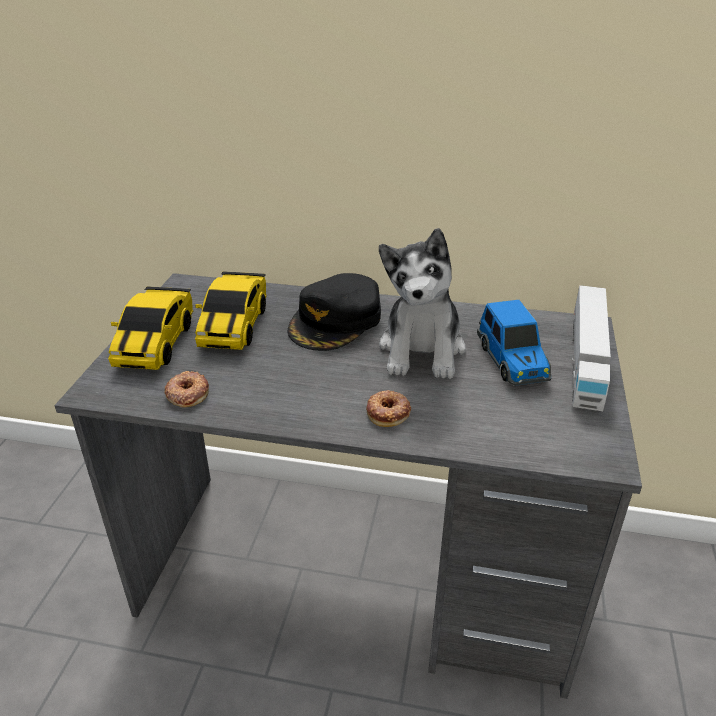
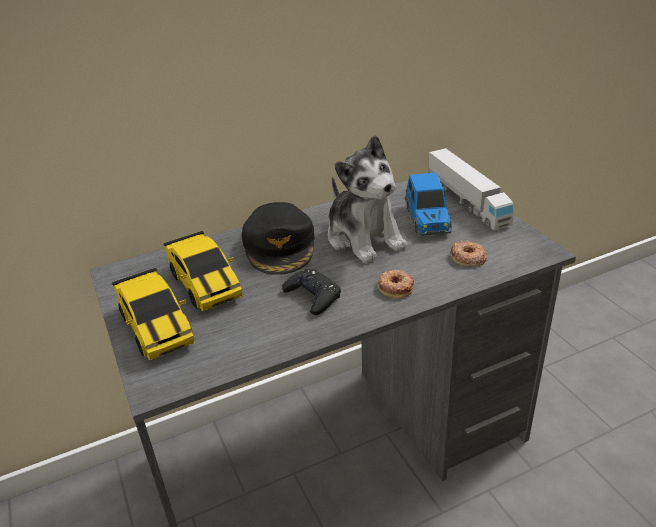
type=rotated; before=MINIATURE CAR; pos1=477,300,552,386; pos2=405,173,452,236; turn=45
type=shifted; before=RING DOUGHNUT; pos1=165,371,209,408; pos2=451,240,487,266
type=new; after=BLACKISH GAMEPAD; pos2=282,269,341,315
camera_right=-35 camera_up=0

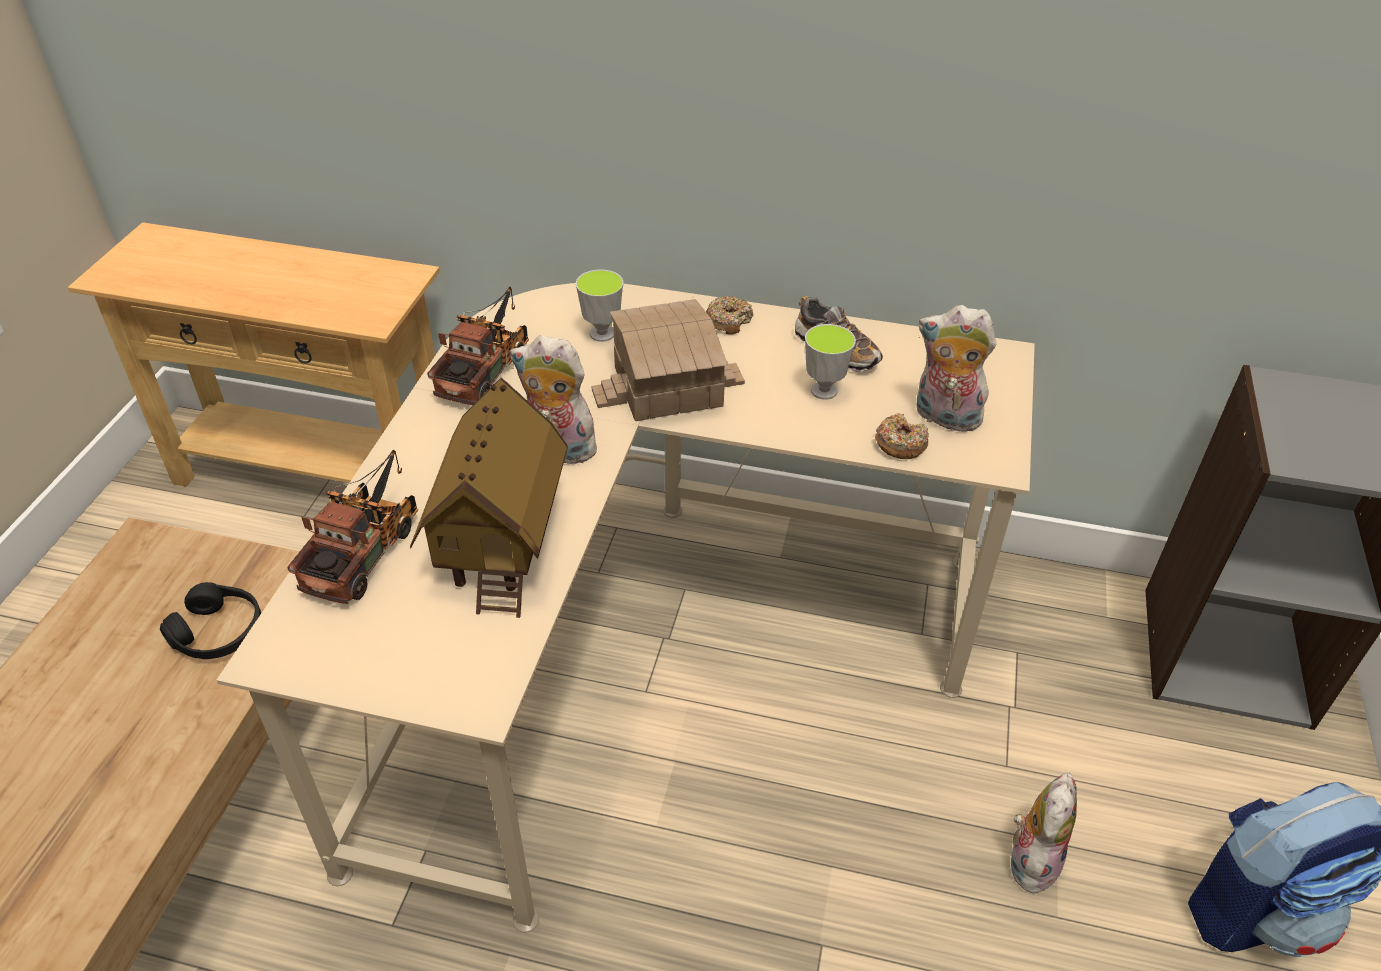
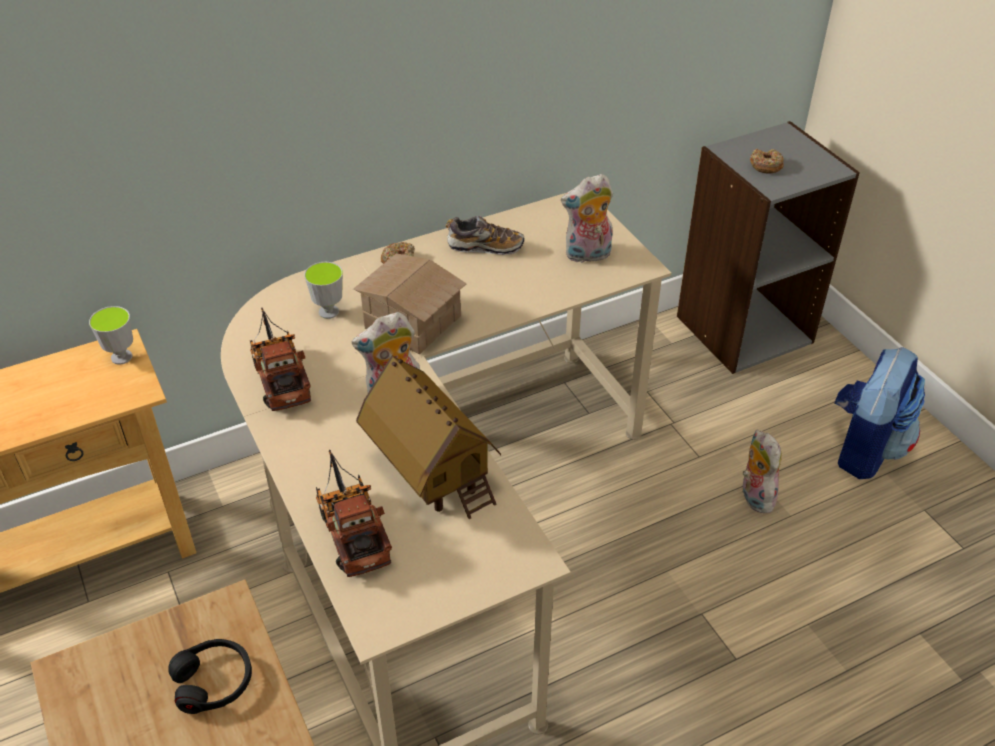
type=shifted; before=CUP; pos1=805,324,856,400; pos2=89,306,133,364
type=shifted; before=RING DOUGHNUT; pos1=875,413,929,459; pos2=750,149,784,174
camera_right=-40 camera_up=0

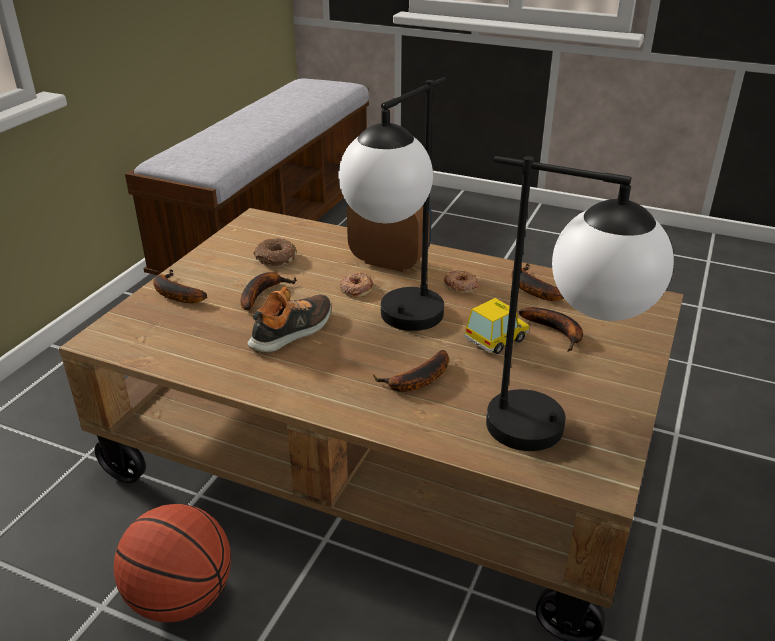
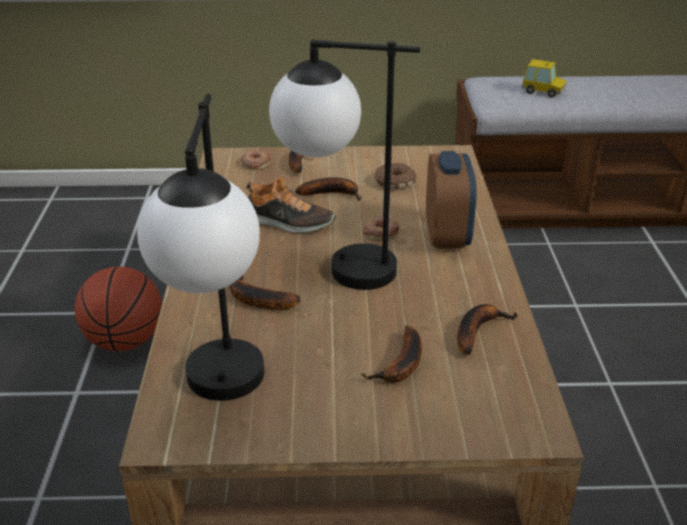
type=shifted; before=RING DOUGHNUT; pos1=444,270,479,293; pos2=241,149,270,170
type=shifted; before=MINIATURE CAR; pos1=464,298,529,354; pos2=521,59,567,97
camera_right=65 camera_up=0

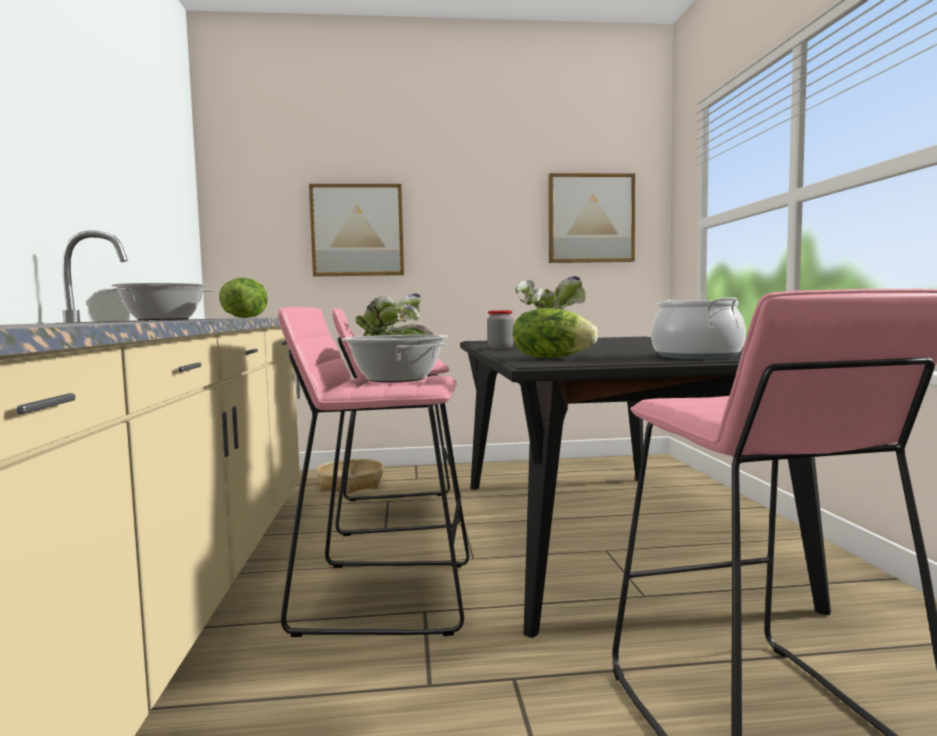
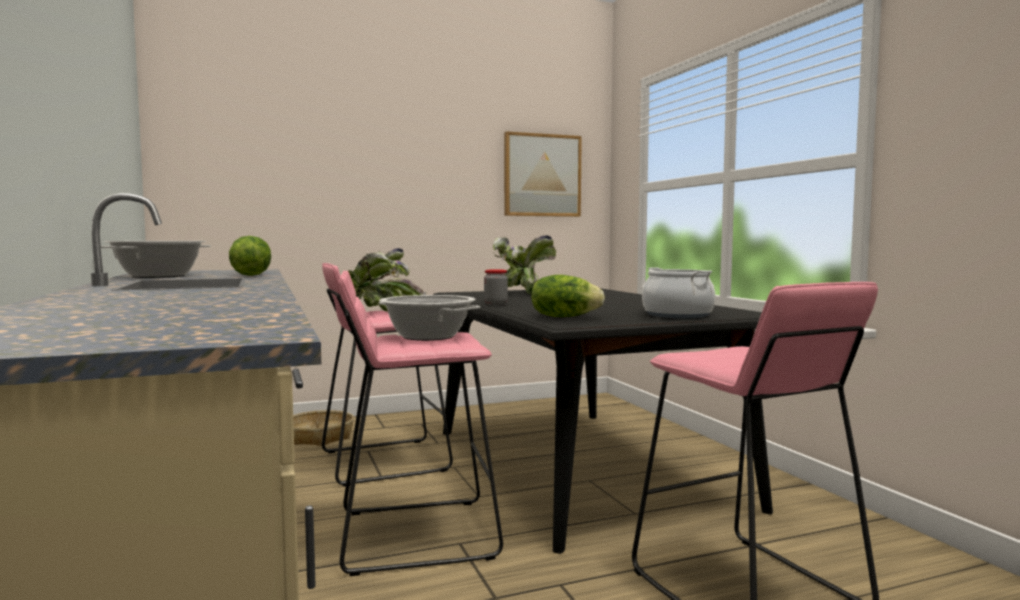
type=gone; before=PICTURE; pos1=309,184,404,276
camera_right=-15 camera_up=0

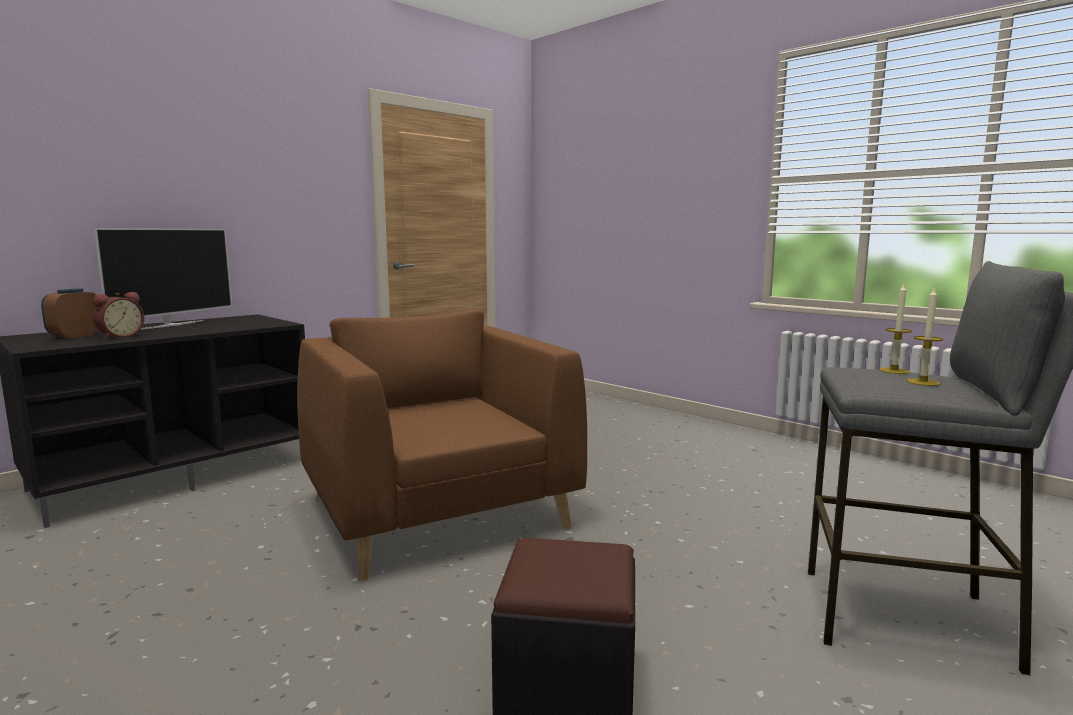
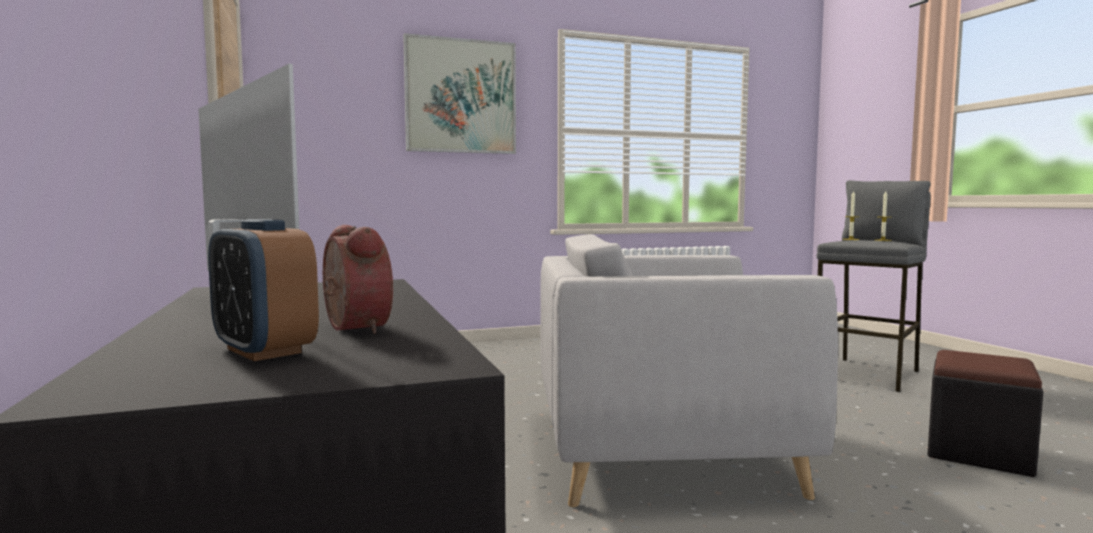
type=repainted; before=BROWN-COLOURED LOUNGE CHAIR; after=GRAY LOUNGE CHAIR; pos1=297,310,587,581; pos2=541,234,838,507
type=new; after=PICTURE; pos2=403,33,516,154
camera_right=-65 camera_up=-5

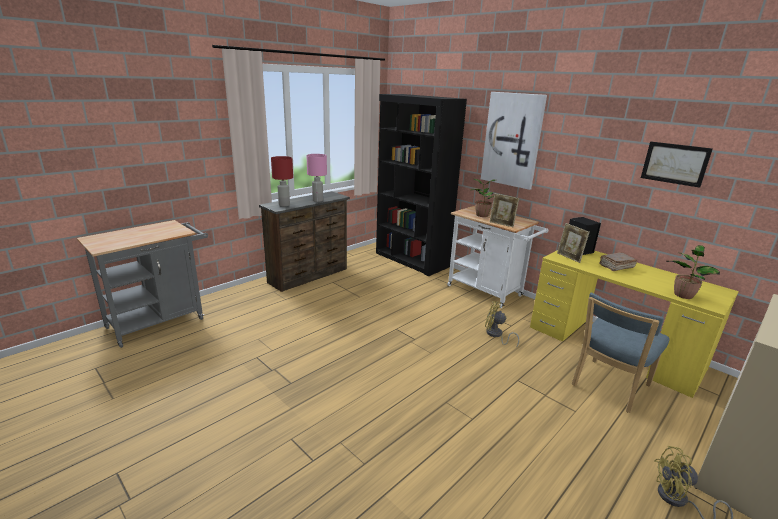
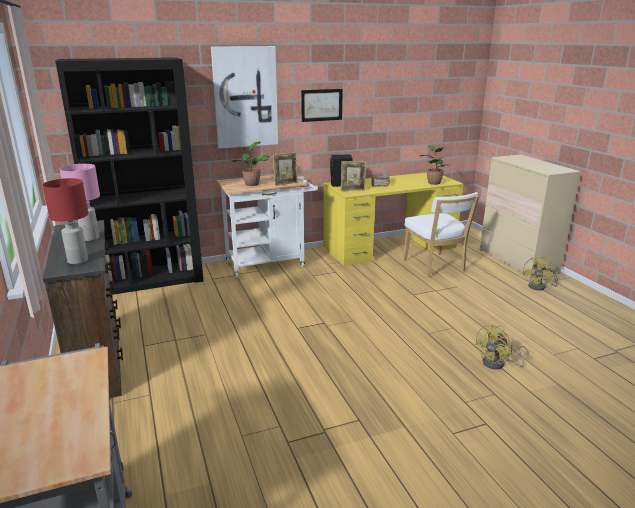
type=shifted; before=PICTURE; pos1=641,141,713,188; pos2=301,89,343,122
type=repainted; before=BLUE CHAIR; after=WHITE CHAIR; pos1=572,293,670,413; pos2=403,192,479,277
type=shifted; before=YELLOW-COLOURED COOLING FAN; pos1=485,301,519,347; pos2=474,325,529,369
camera_right=-65 camera_up=0

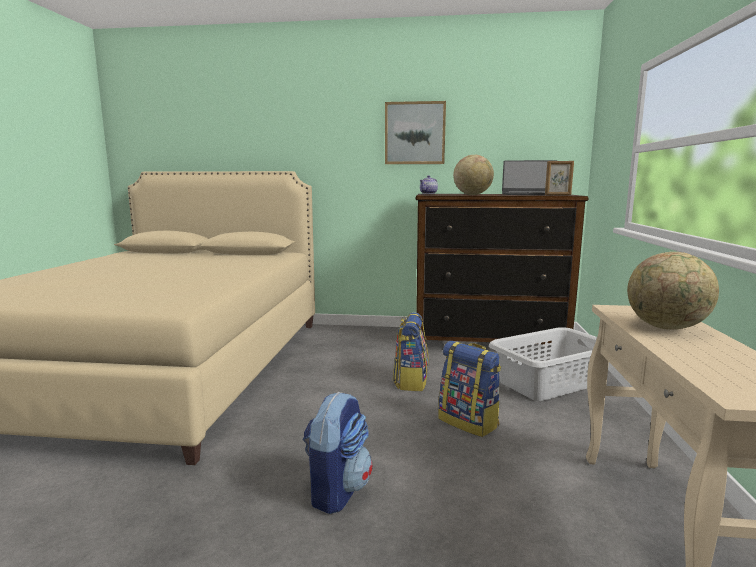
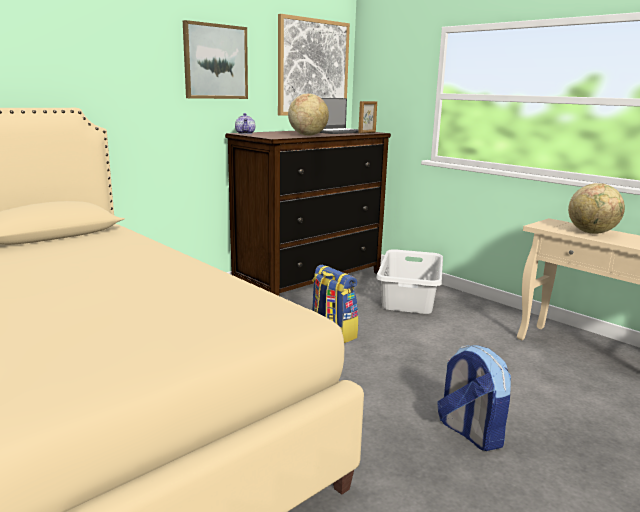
type=gone; before=RUCKSACK; pos1=438,341,501,437
type=new; after=PICTURE; pos2=278,14,350,116
camera_right=-50 camera_up=5

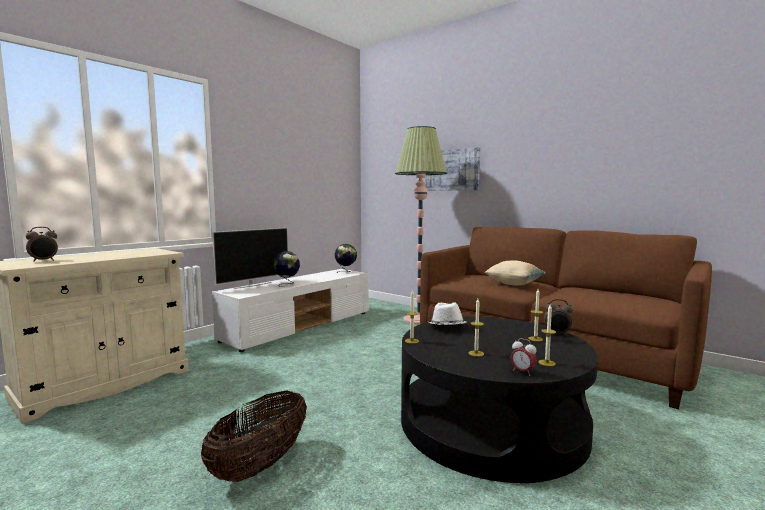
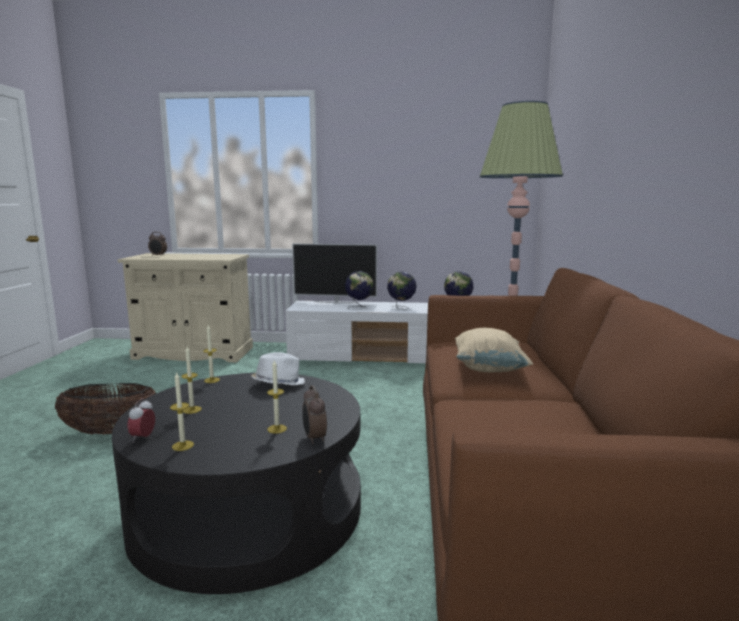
type=gone; before=PICTURE; pos1=425,147,480,191
type=new; after=WORLD GLOBE; pos2=387,272,416,310
camera_right=55 camera_up=5

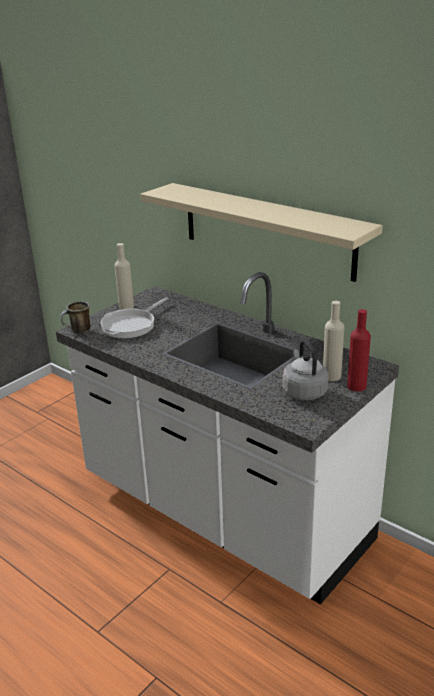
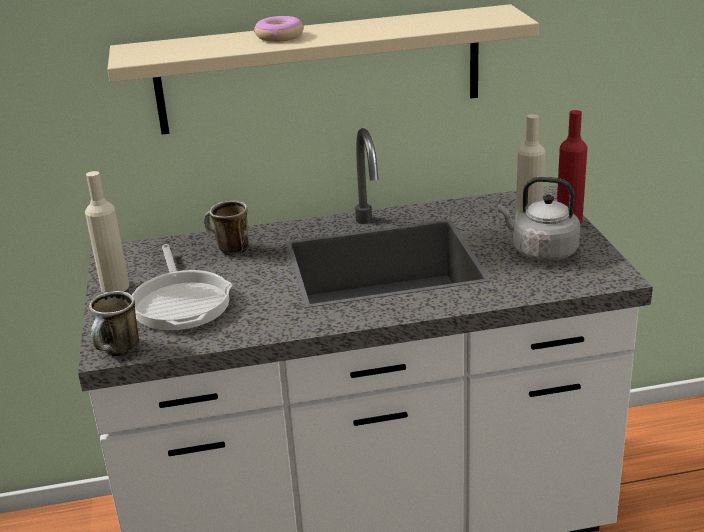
type=new; after=RING DOUGHNUT; pos2=254,16,304,42
type=new; after=TEA MUG; pos2=204,201,250,256
camera_right=-50 camera_up=0

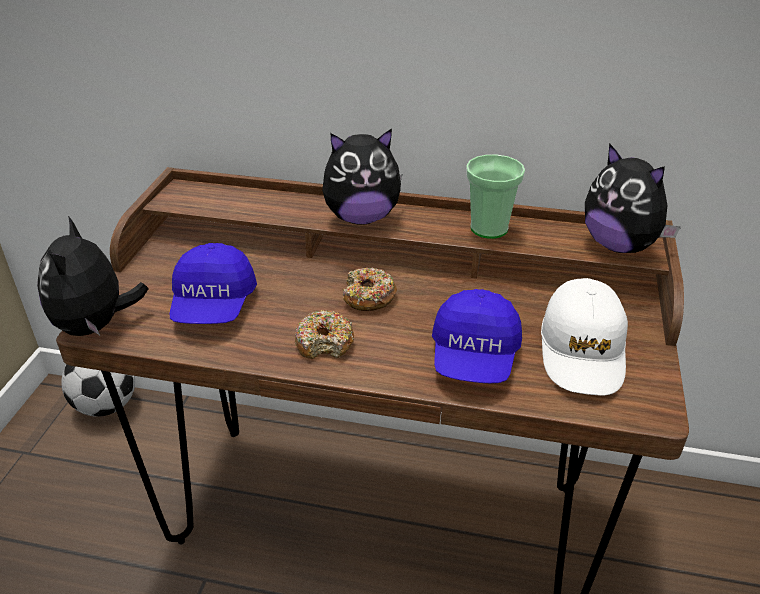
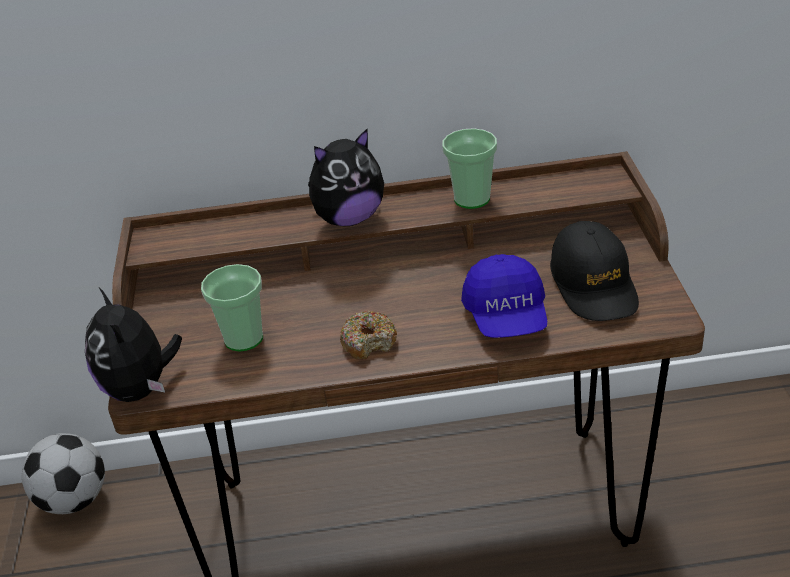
type=gone; before=PLUSH TOY; pos1=585,143,681,253
type=swapped; before=BLUE BASEBALL CAP; after=CUP; pos1=169,243,257,324; pos2=201,264,263,352
type=gone; before=RING DOUGHNUT; pos1=343,268,397,311
type=repainted; before=WHITE BASEBALL CAP; after=BLACKISH BASEBALL CAP; pos1=541,278,628,396; pos2=550,221,639,321
camera_right=-15 camera_up=0

